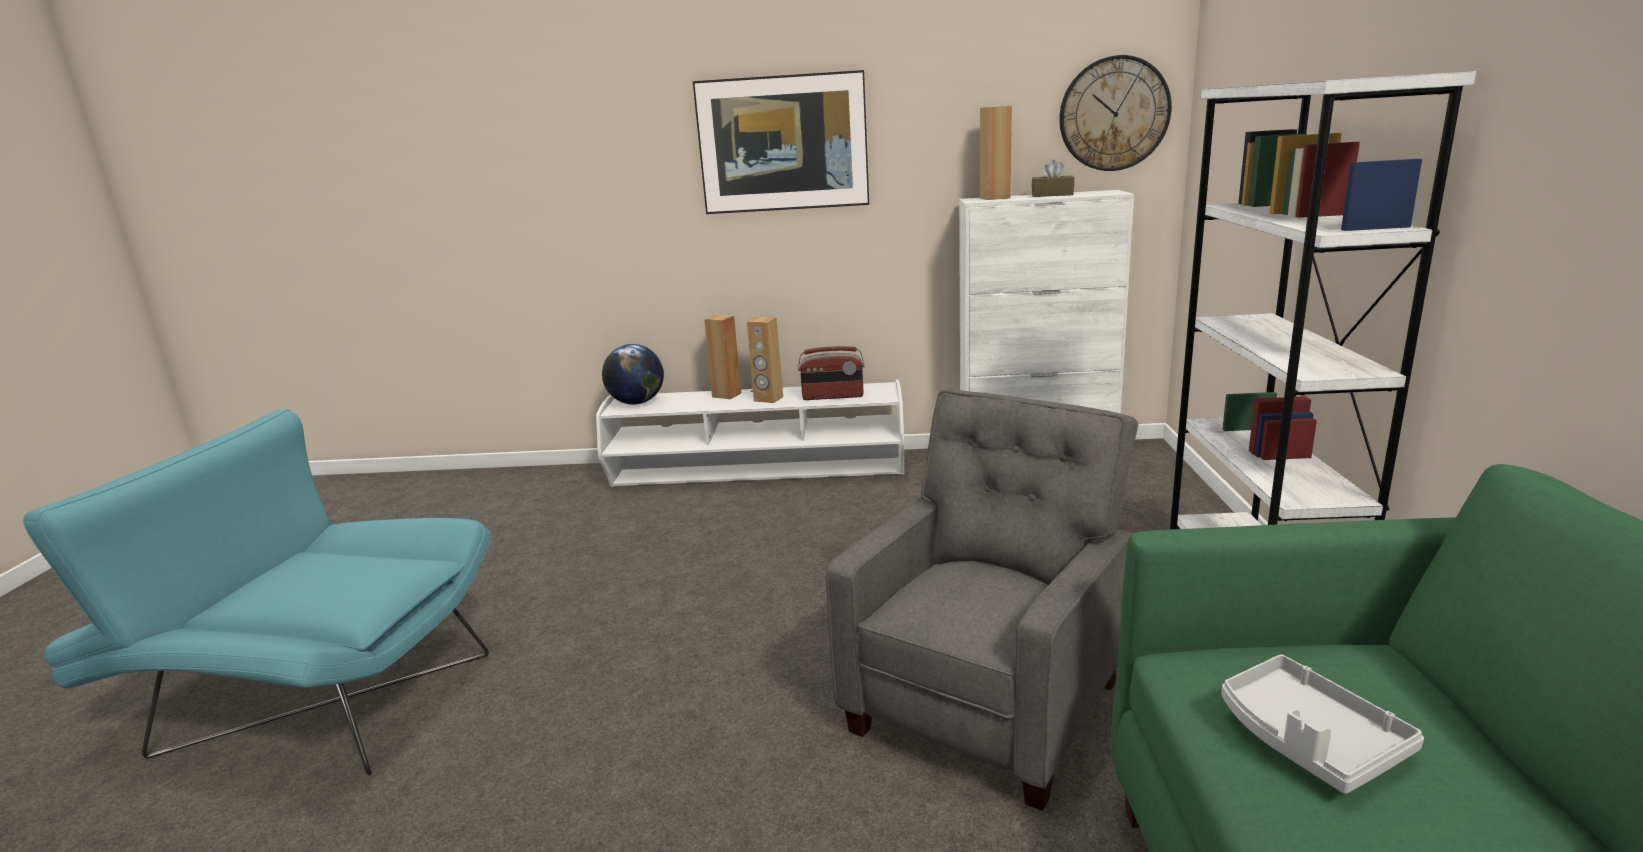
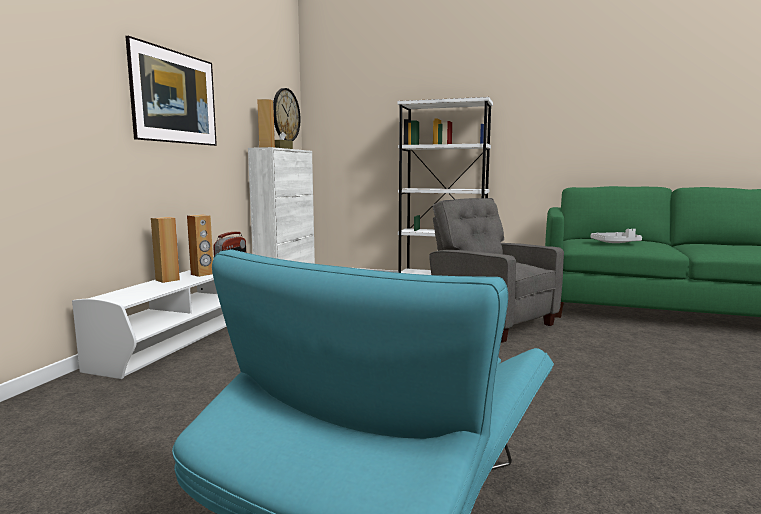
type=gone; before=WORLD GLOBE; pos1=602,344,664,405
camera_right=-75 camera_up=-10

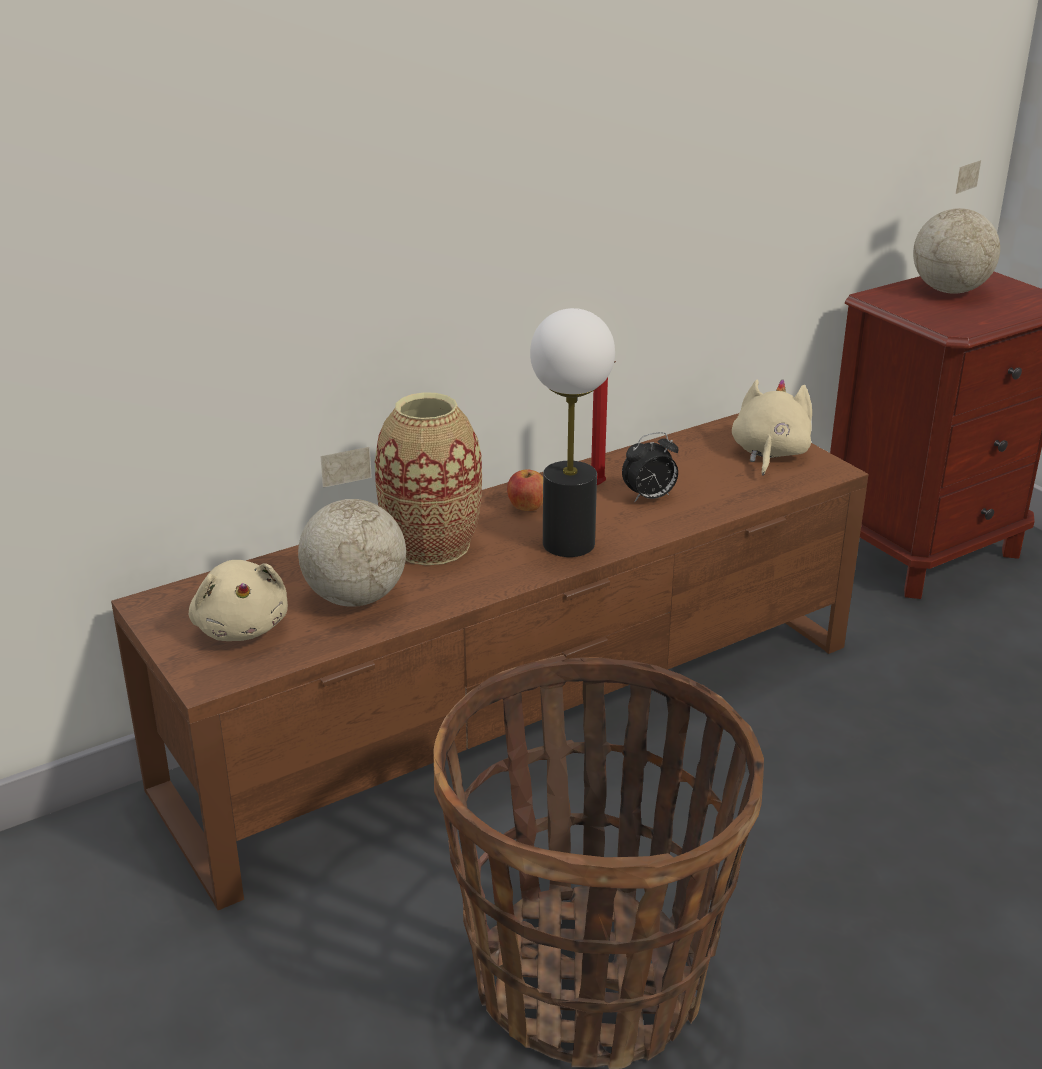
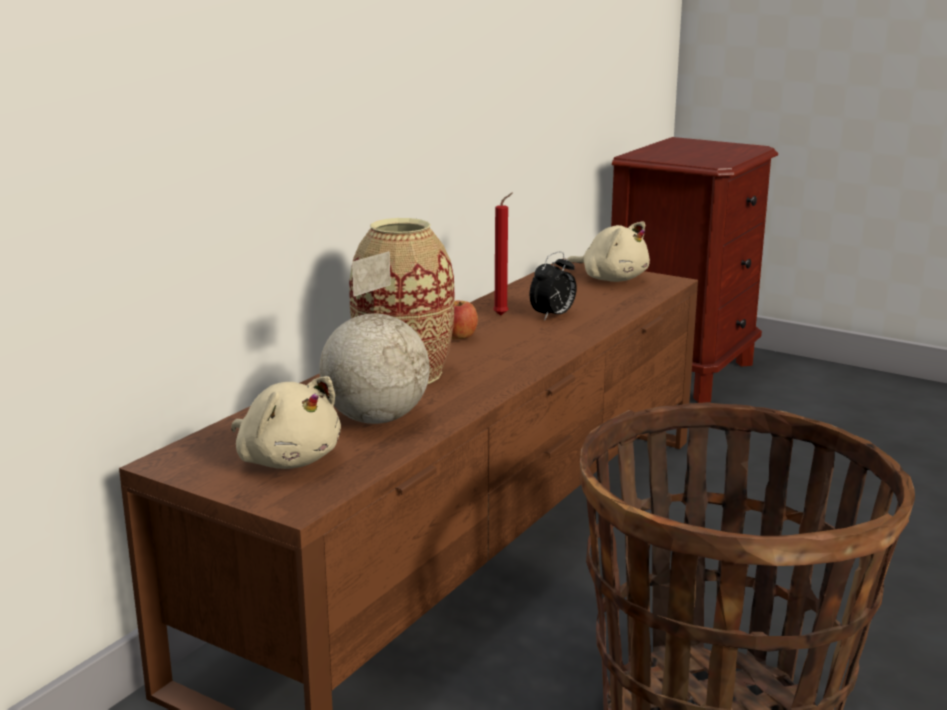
type=gone; before=WORLD GLOBE; pos1=913,160,1000,294
type=gone; before=TABLETOP LAMP; pos1=530,308,615,557
type=rotated; before=SAND-COLOURED PLUSH TOY; pos1=732,379,812,476; pos2=567,221,650,282; turn=135
camera_right=-25 camera_up=-10

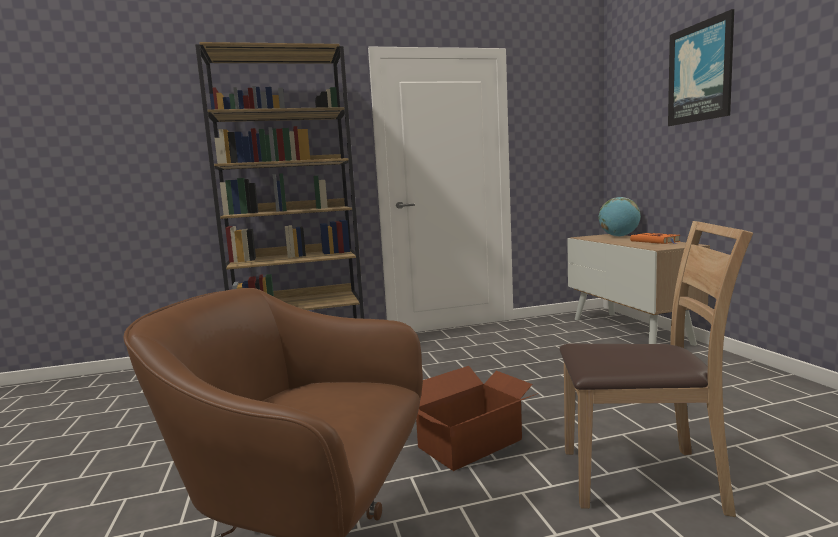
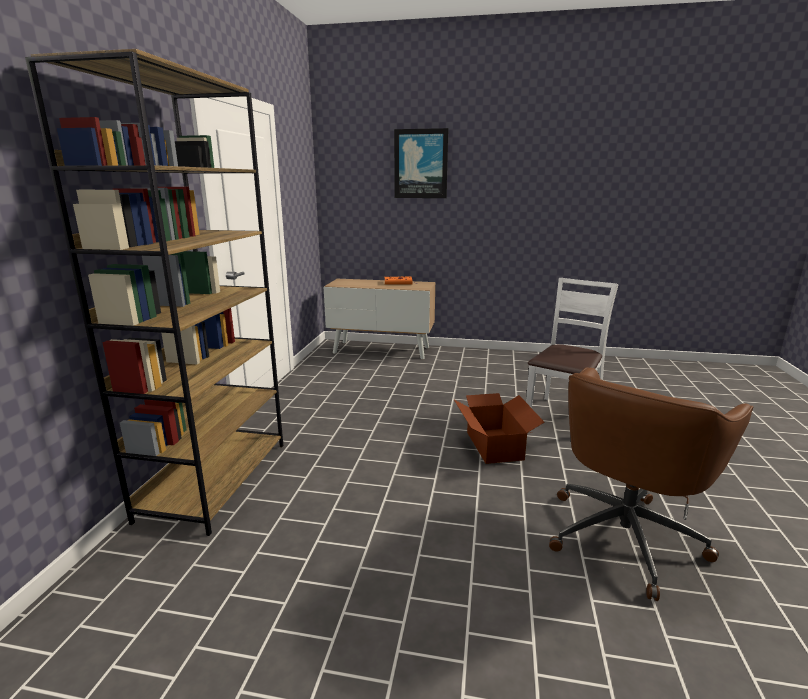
type=gone; before=WORLD GLOBE; pos1=598,197,641,237
type=repainted; before=BROWN-COLOURED CHAIR; after=WHITE CHAIR; pos1=560,221,753,517; pos2=526,278,619,408
camera_right=-65 camera_up=10

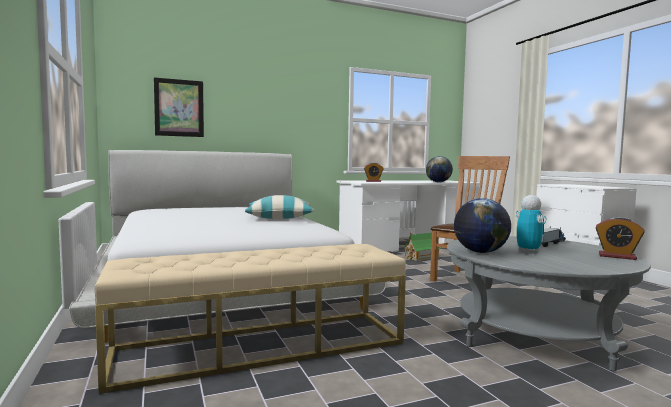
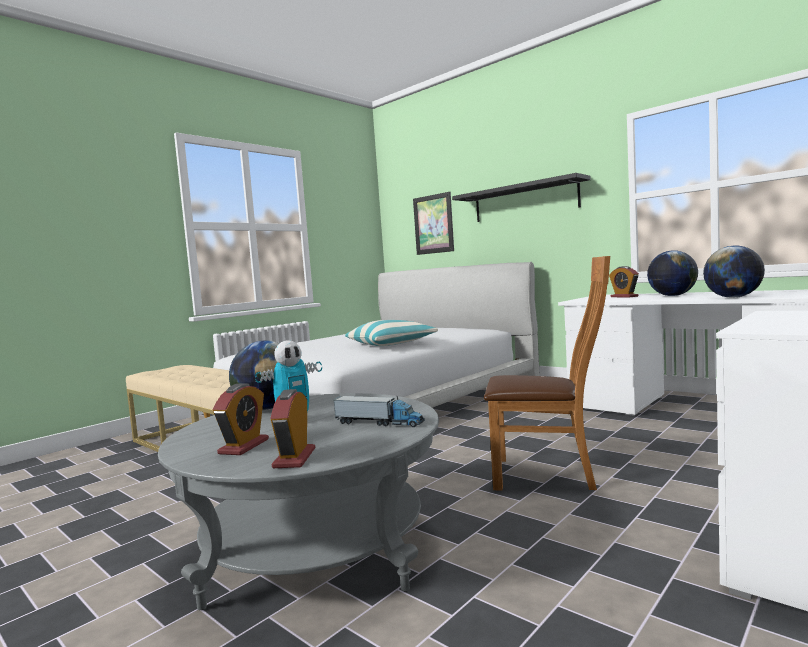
type=gone; before=MODEL HOUSE; pos1=402,233,442,261
type=new; after=BLACKISH SHELF; pos2=452,173,591,222
type=new; after=WORLD GLOBE; pos2=647,250,698,296
type=new; after=ALARM CLOCK; pos2=213,384,269,455
camera_right=65 camera_up=0

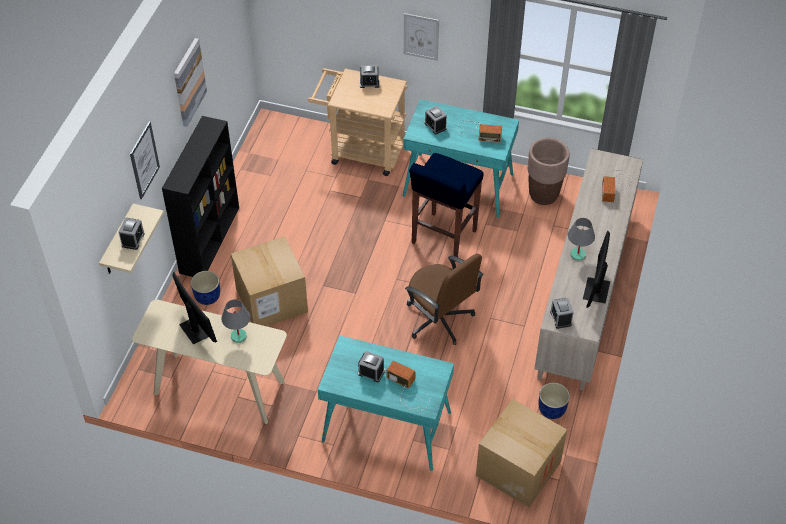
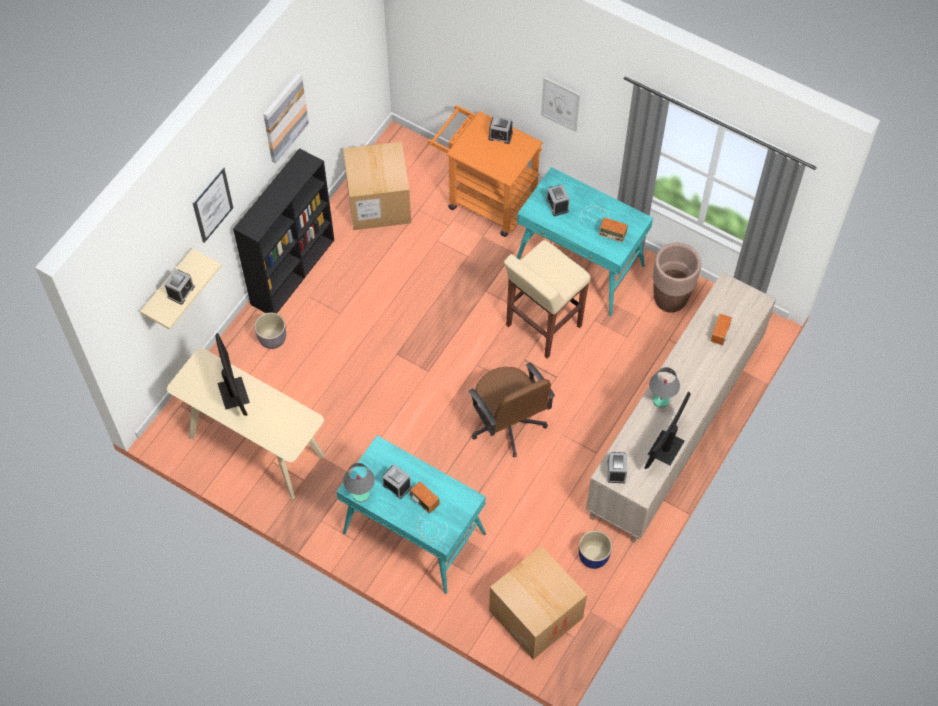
type=repainted; before=SAND-COLOURED WHEELED CART; after=ORANGE-COLOURED WHEELED CART; pos1=308,68,407,176; pos2=428,105,543,237
type=repainted; before=BLUE STOOL; after=SAND-COLOURED STOOL; pos1=409,153,484,257; pos2=504,240,591,358
type=shifted; before=CARTON; pos1=231,236,308,326; pos2=343,142,411,230
type=repainted; before=BLUE PLANTER; after=GRAY PLANTER; pos1=191,271,220,305; pos2=254,313,286,349
type=shifted; before=GRAY TABLETOP LAMP; pos1=221,299,250,343; pos2=343,463,375,502
camera_right=15 camera_up=10

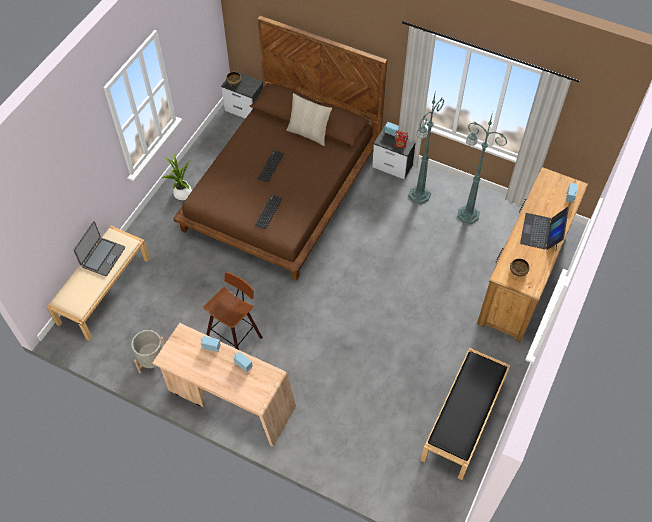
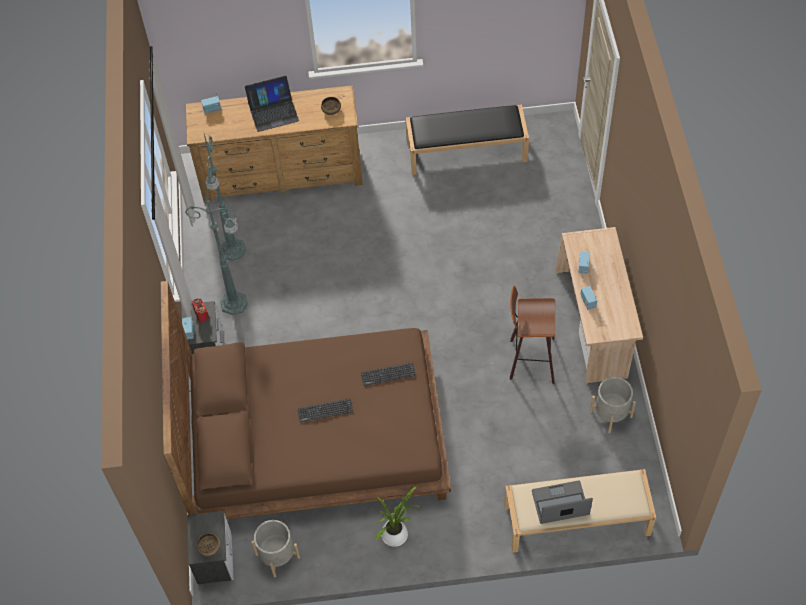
type=gone; before=SAND-COLOURED PILLOW; pos1=286,93,332,146
type=new; after=GRAY PLANTER; pos2=251,520,300,577
camera_right=-120 camera_up=0

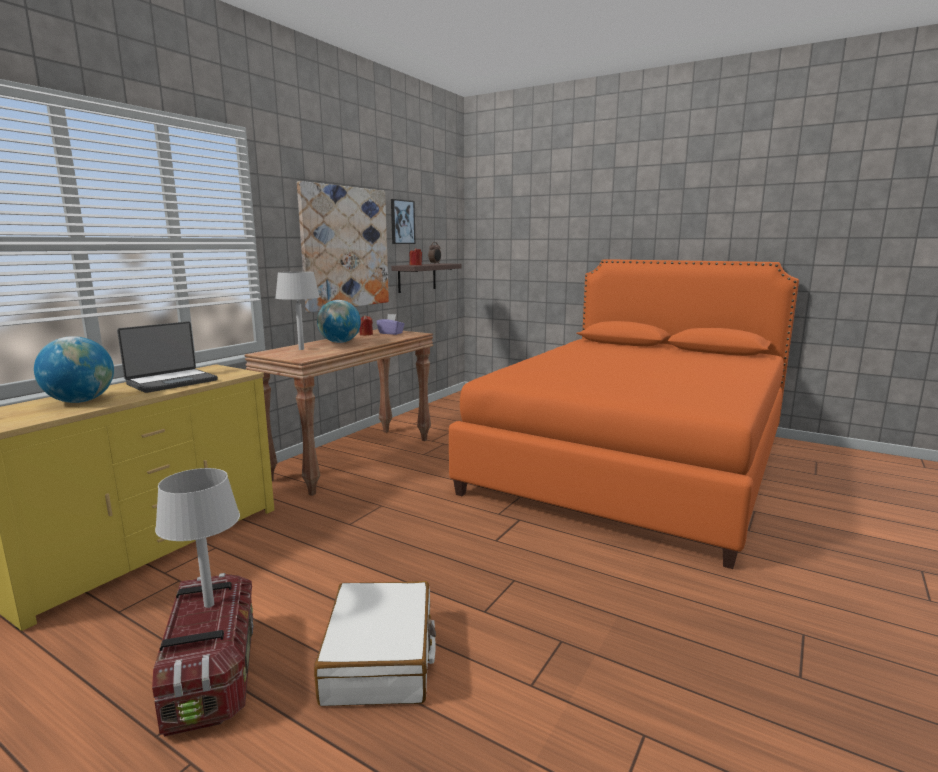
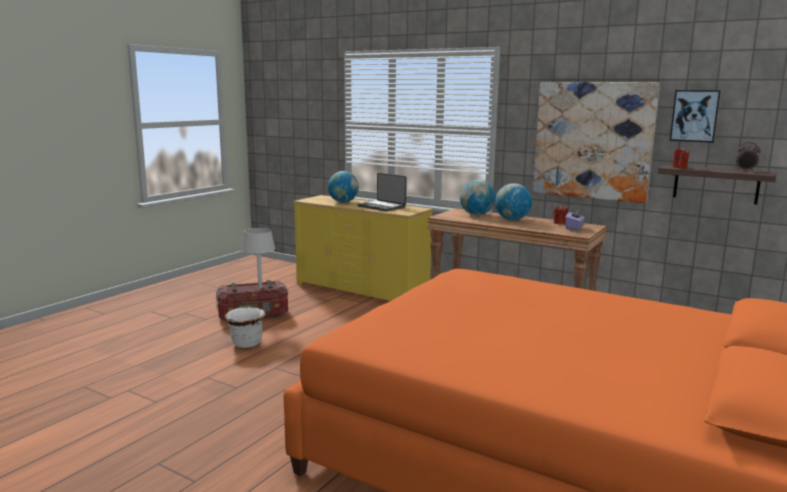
type=swapped; before=GRAY TABLETOP LAMP; after=WORLD GLOBE; pos1=275,271,320,350; pos2=460,180,495,215
type=swapped; before=WHITE TRAVEL CASE; after=WHITE PLANTER; pos1=314,581,436,706; pos2=225,307,266,348
camera_right=90 camera_up=0

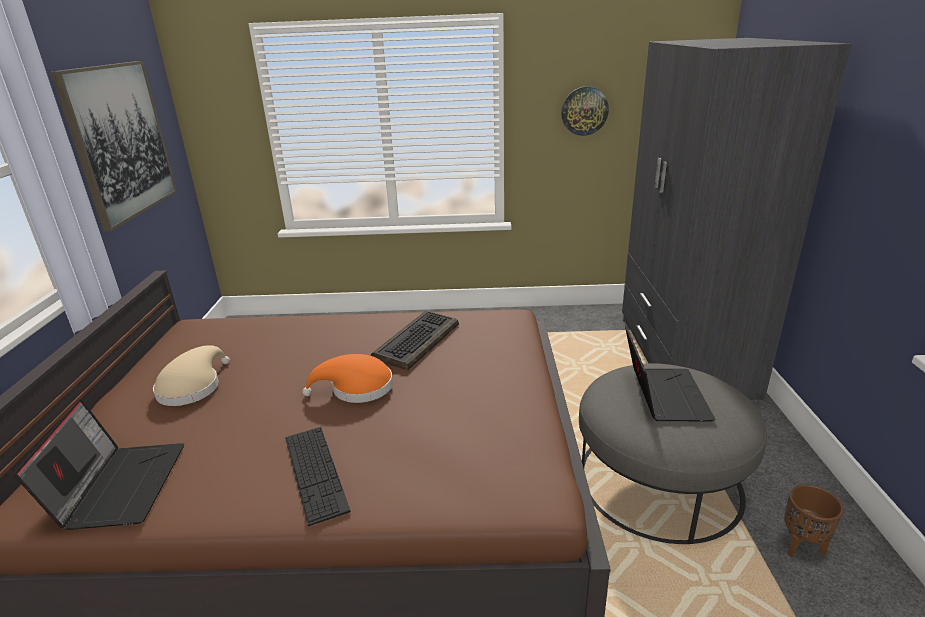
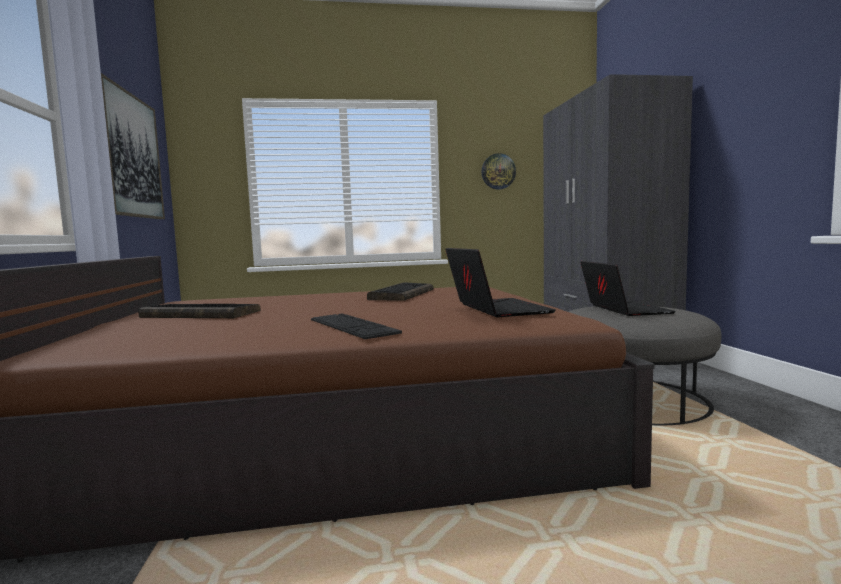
type=swapped; before=SAND-COLOURED CLOTHING HAT; after=KEYBOARD; pos1=153,345,230,406; pos2=138,304,261,318
type=gone; before=ORANGE-COLOURED CLOTHING HAT; pos1=302,354,393,403
type=shifted; before=NOTEBOOK COMPUTER; pos1=14,399,184,530; pos2=445,248,556,317
type=gone; before=BROWN-COLOURED PLANTER; pos1=784,485,844,557
camera_right=-10 camera_up=-20

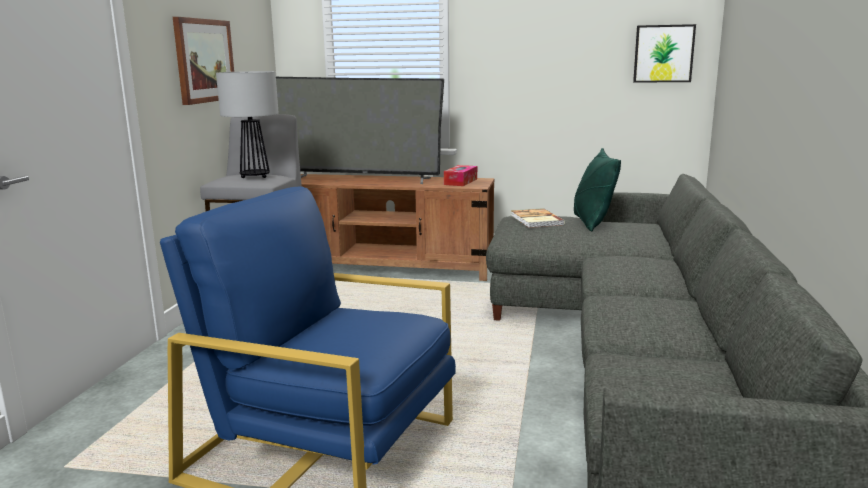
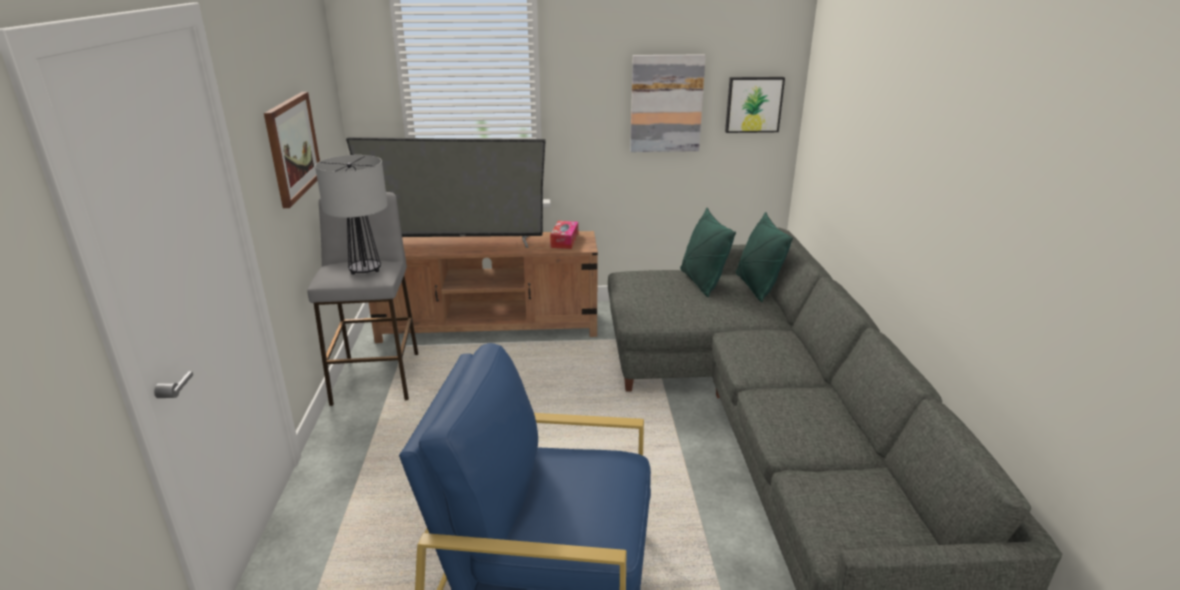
type=gone; before=VOLUME; pos1=511,208,565,228
type=new; after=PICTURE; pos2=630,54,706,152
type=new; after=GREEN-COLOURED PILLOW; pos2=736,212,793,302
camera_right=-15 camera_up=10

